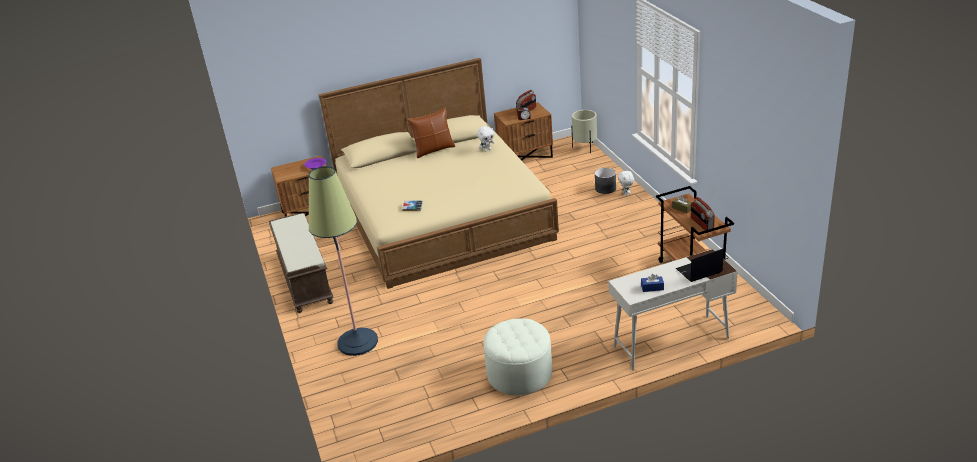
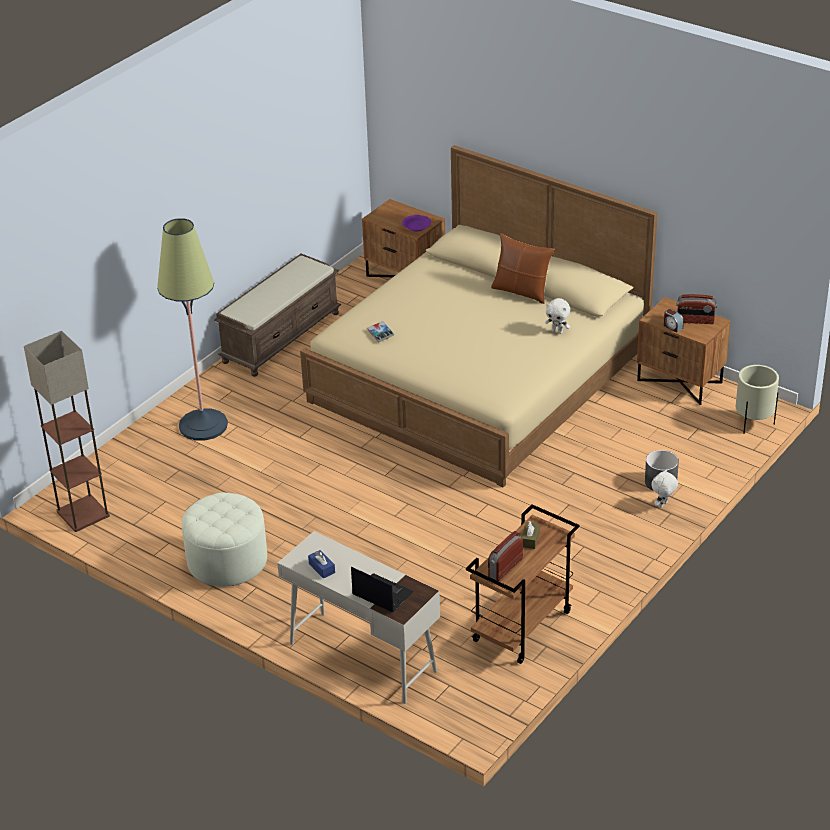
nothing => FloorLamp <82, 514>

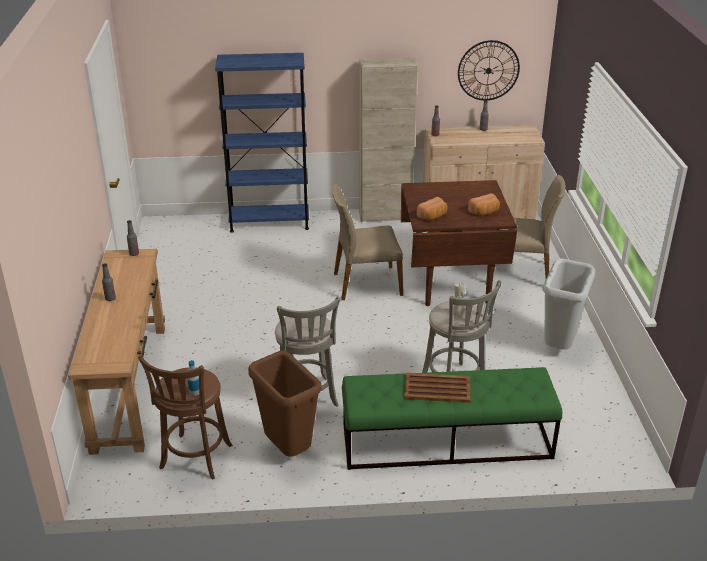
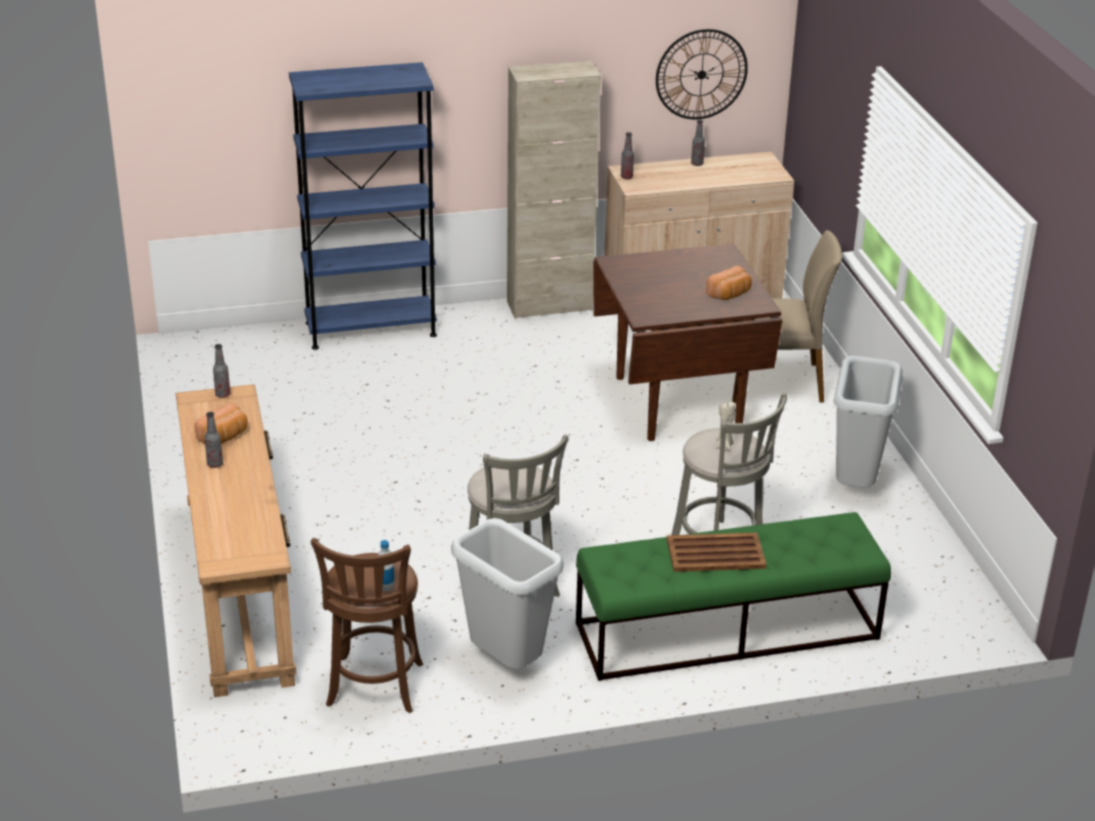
Bread <433, 216> => Bread <224, 436>, shifted
BrownTrashCan <287, 451> => GreyTrashCan <504, 664>
BeigeChair <366, 283> => nothing

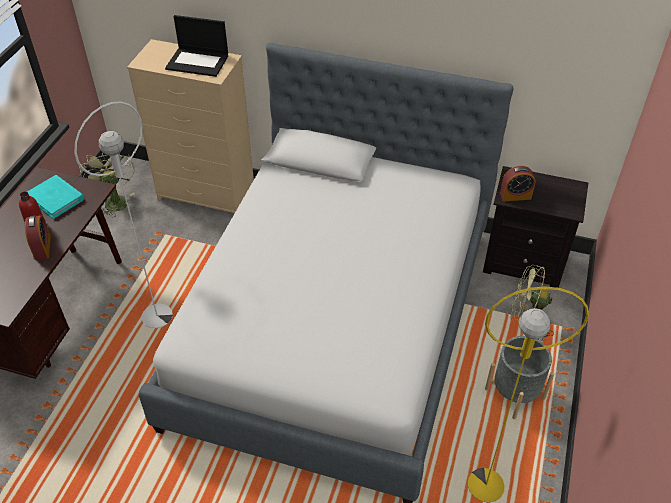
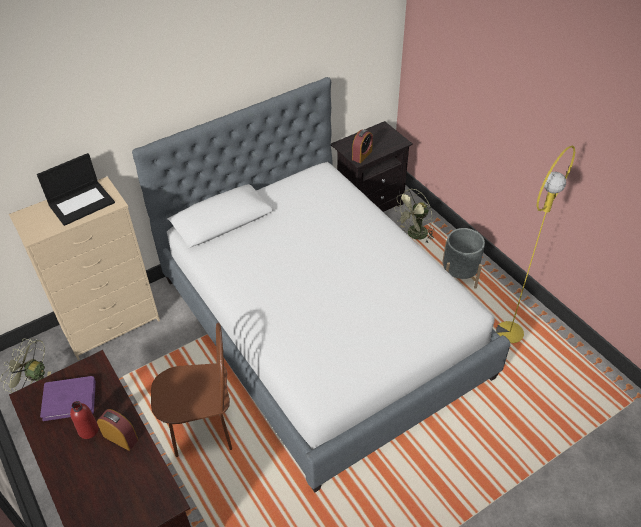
TurquoiseBook <56, 198> => PurpleBook <69, 399>
WhiteFloorLamp <157, 316> => BrownChair <203, 430>

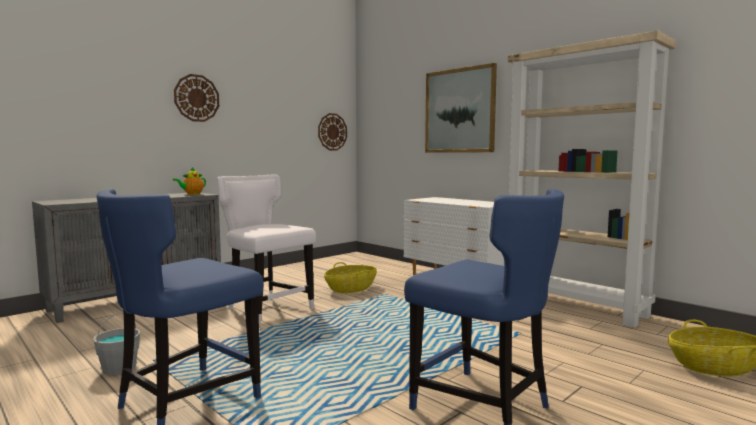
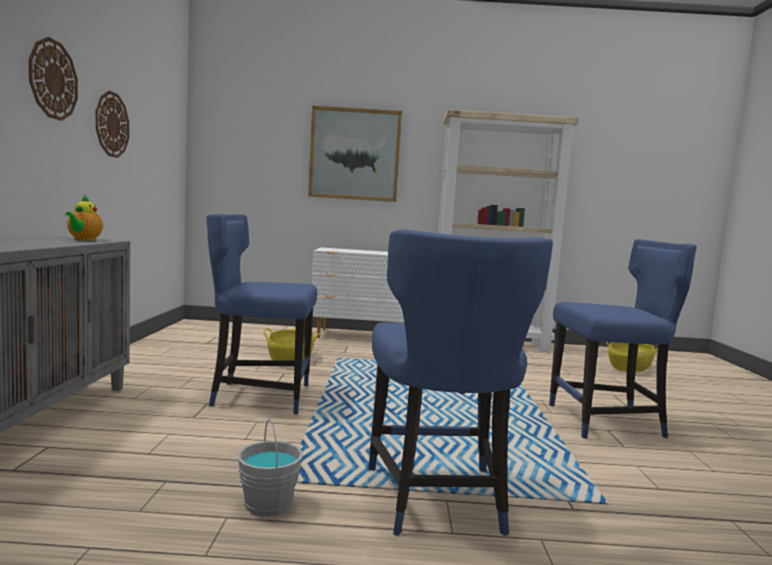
WallClock <332, 132> => WallClock <111, 124>, shifted
WhiteChair <267, 309> => BlueChair <259, 396>

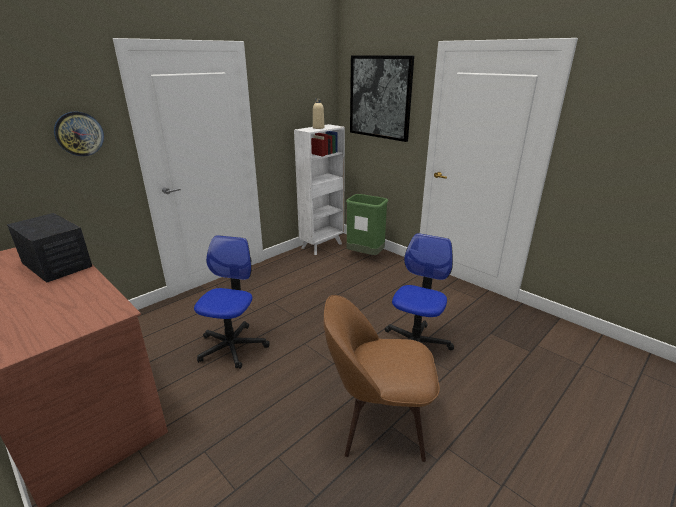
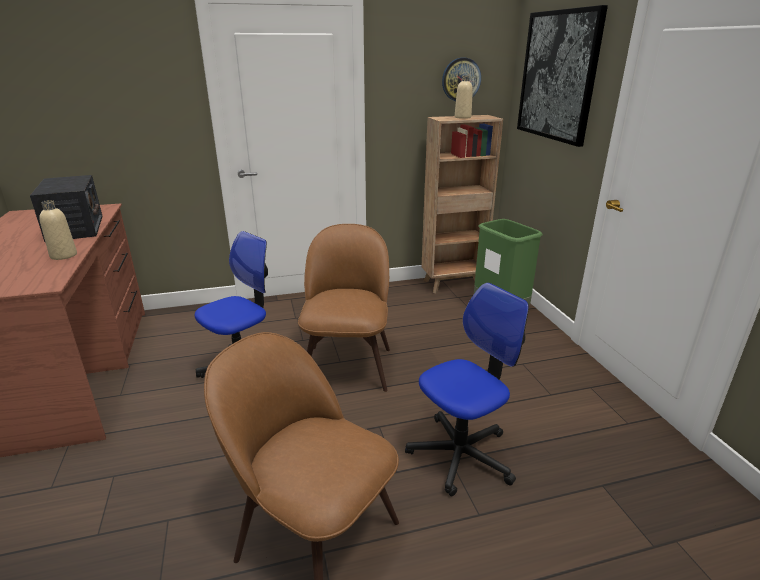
nothing => BeigeBottle <63, 255>
nothing => BrownChair <348, 364>
WhiteBookcase <322, 245> => BrownBookcase <453, 284>
WallClock <79, 134> => WallClock <461, 79>, shifted

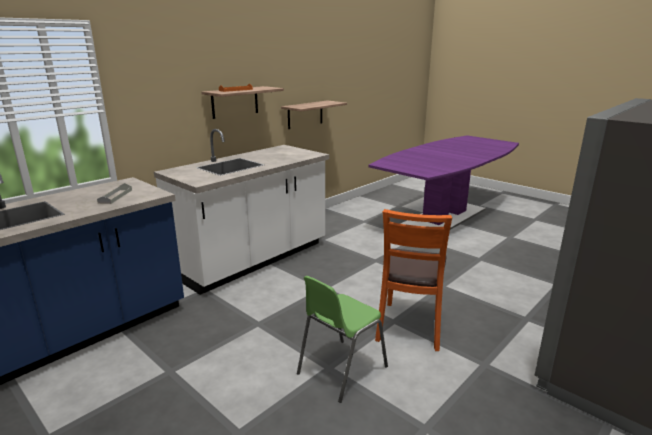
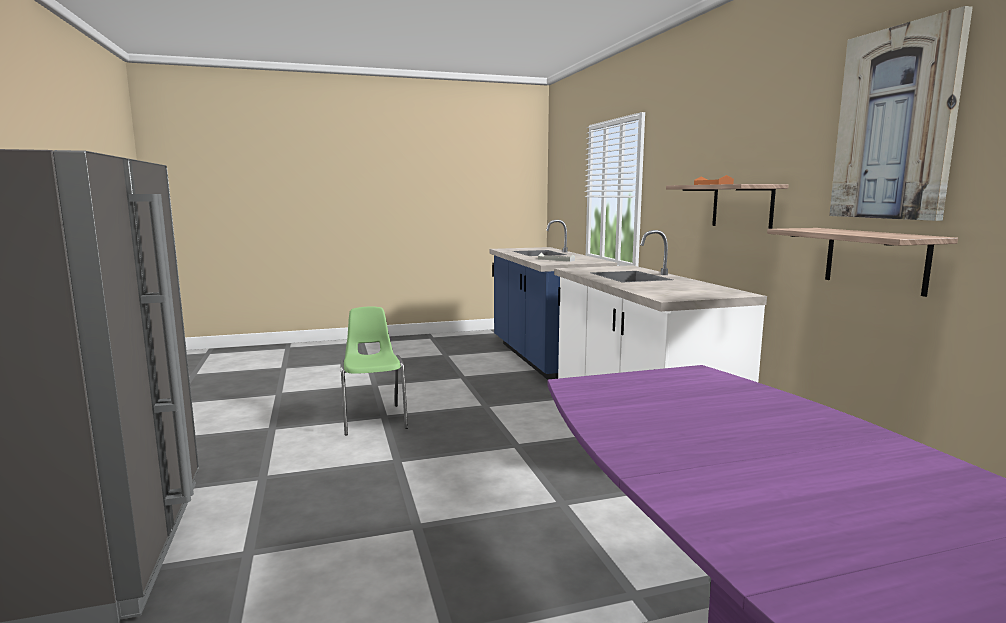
nothing => Picture <895, 124>
OrangeChair <409, 326> => nothing

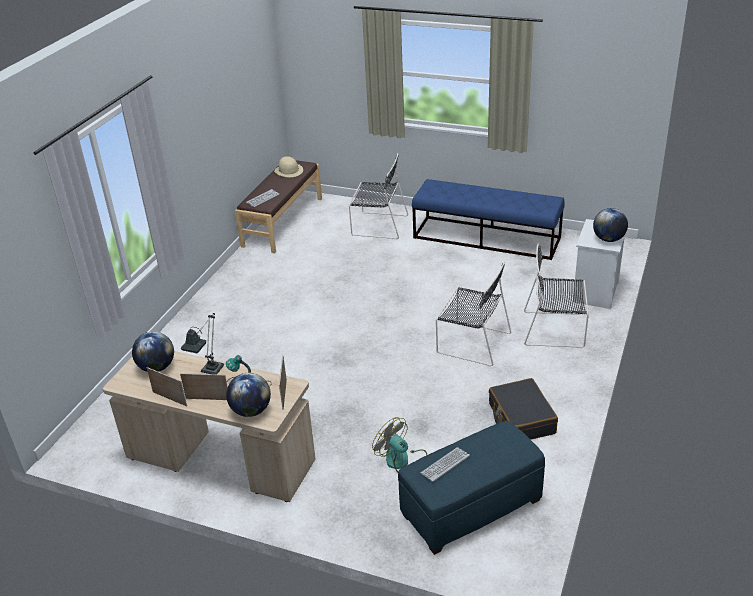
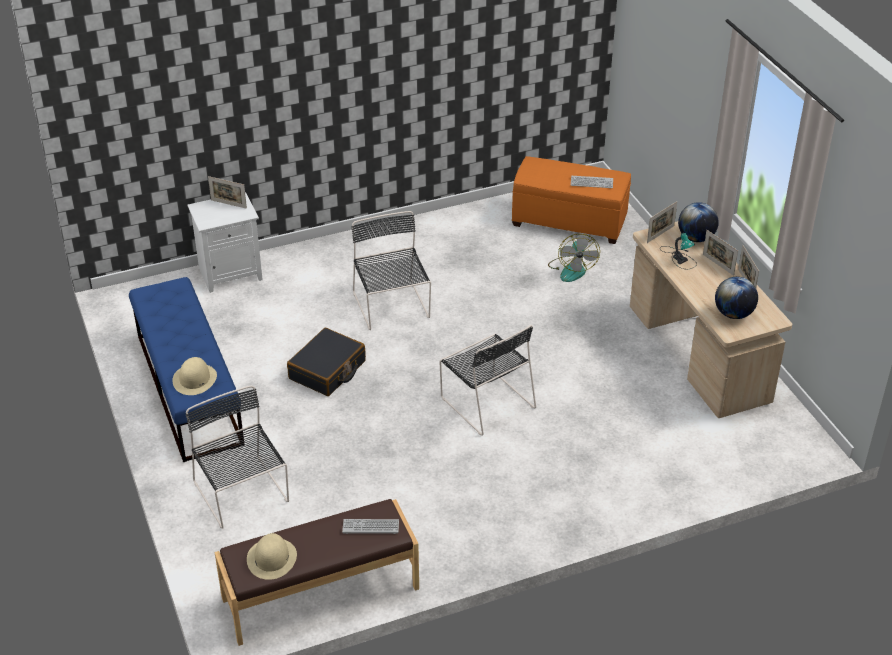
nothing => BeigeHat <195, 379>
Globe <608, 239> => PictureFrame <228, 204>
BlackSuitcase <521, 418> => BlackSuitcase <327, 370>, shifted
BlackChair <556, 329> => BlackChair <486, 401>, shifted
BlueOttoman <471, 508> => OrangeOttoman <570, 221>
TableLamp <210, 372> => nothing

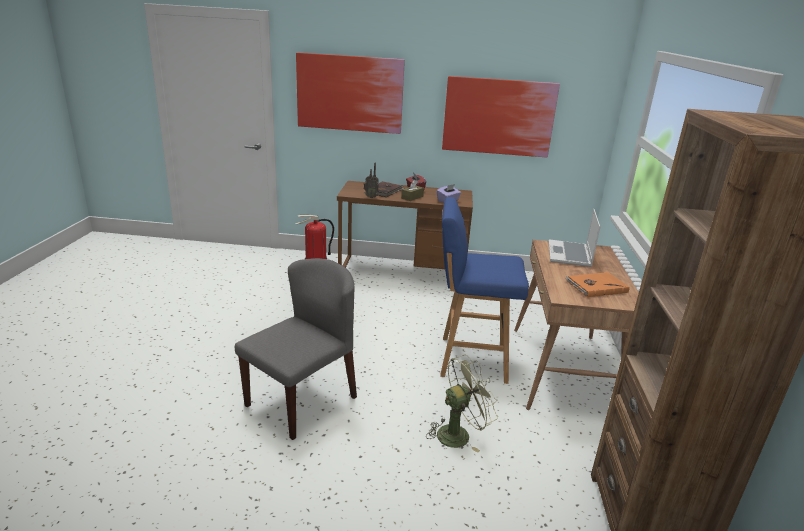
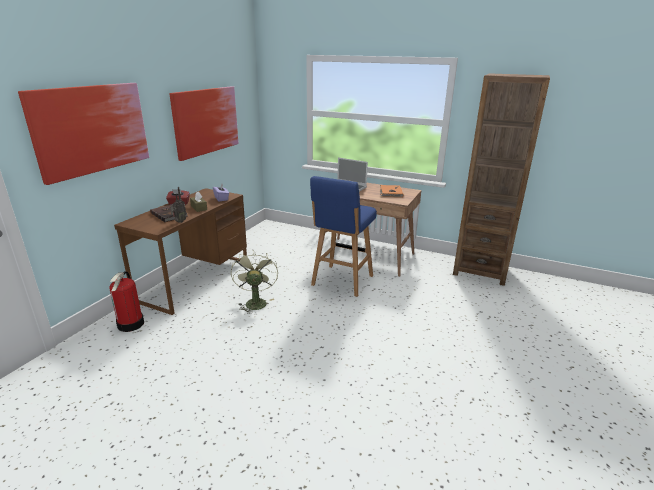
GreenFan <459, 433> => GreenFan <255, 302>, shifted
GreyChair <302, 400> => nothing

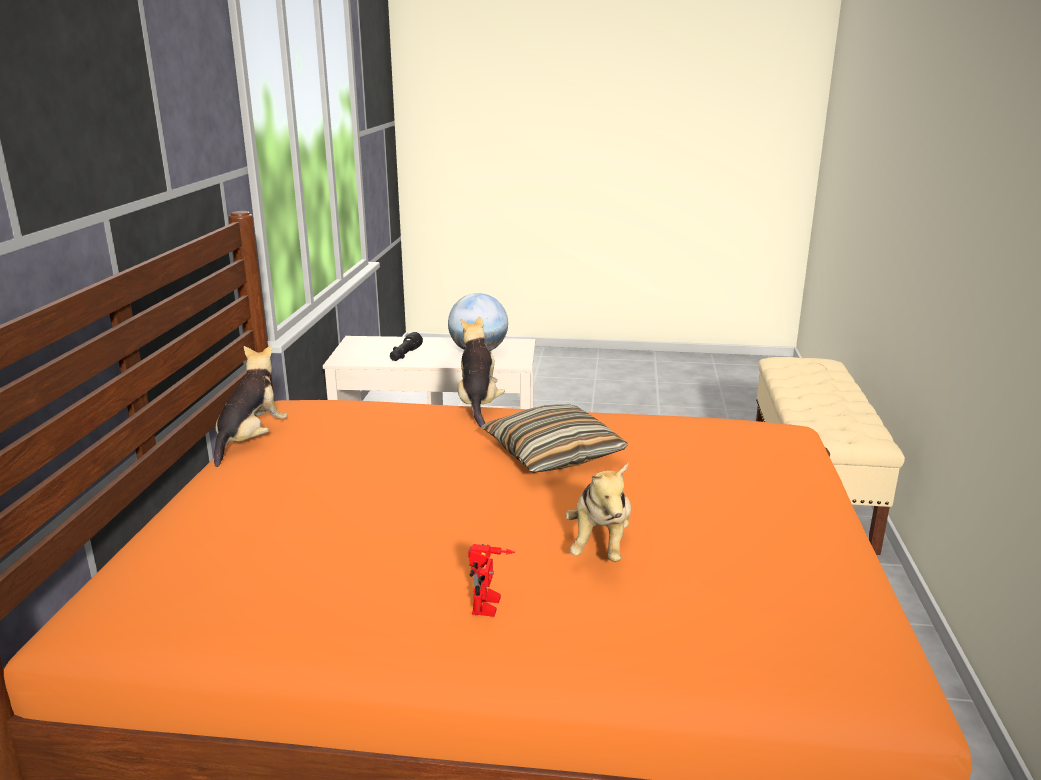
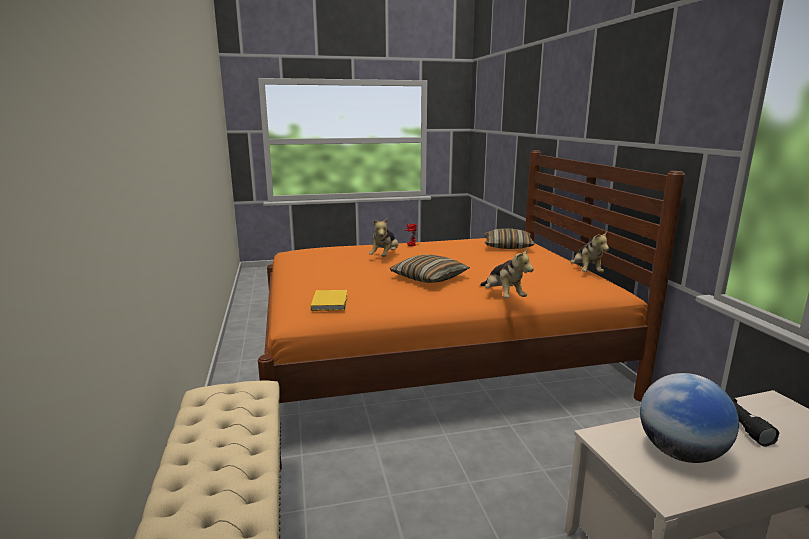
nothing => YellowBook <330, 302>
PlushToy <600, 544> => PlushToy <385, 256>, 150 degrees counterclockwise
nothing => Pillow <507, 246>

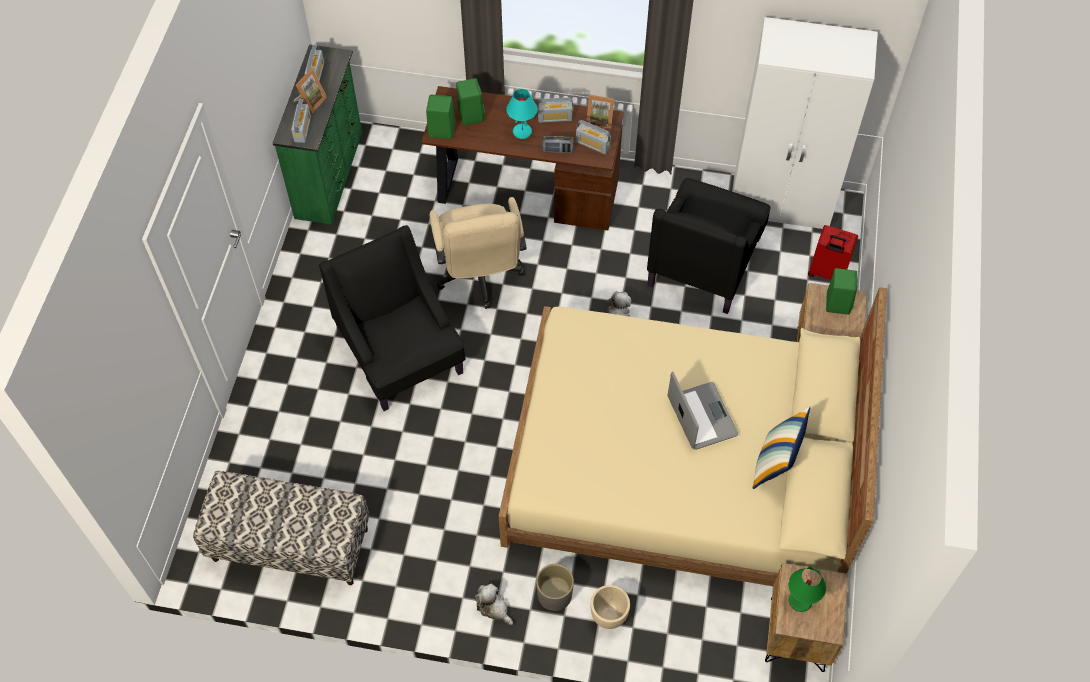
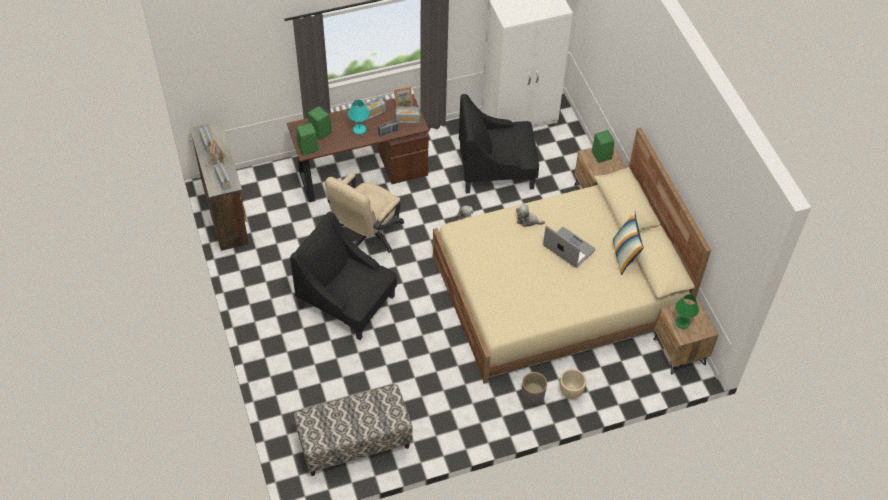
GreenDresser <331, 174> => BrownDresser <226, 213>
BeigeOfficeChair <480, 278> => BeigeOfficeChair <367, 236>, 75 degrees clockwise
BlackArmchair <705, 260> => BlackArmchair <497, 169>, 90 degrees clockwise
PlushToy <494, 608> => PlushToy <527, 220>, shifted
RedSuitcase <826, 273> => nothing

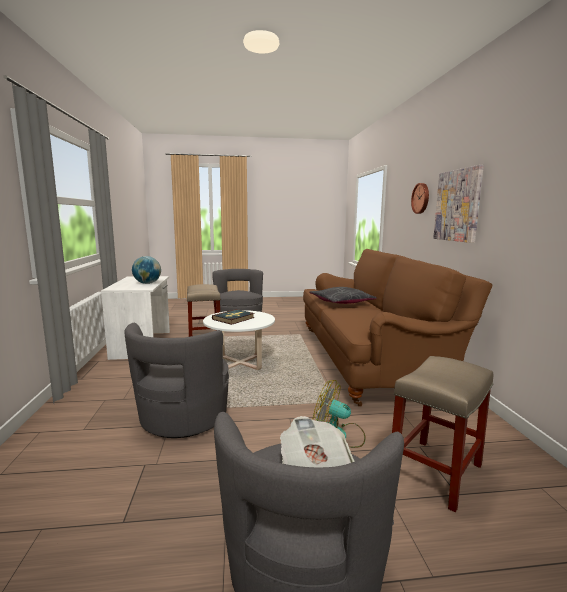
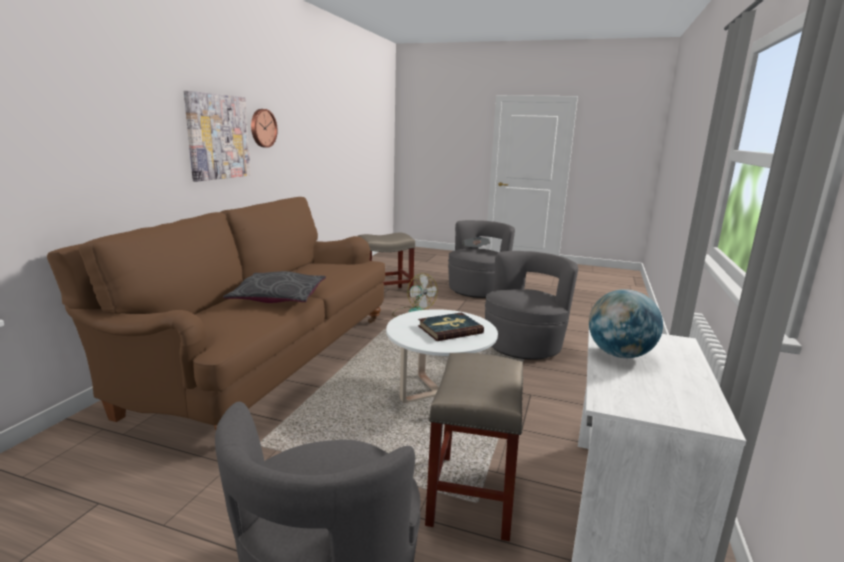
WallClock <421, 198> => WallClock <262, 128>, shifted

